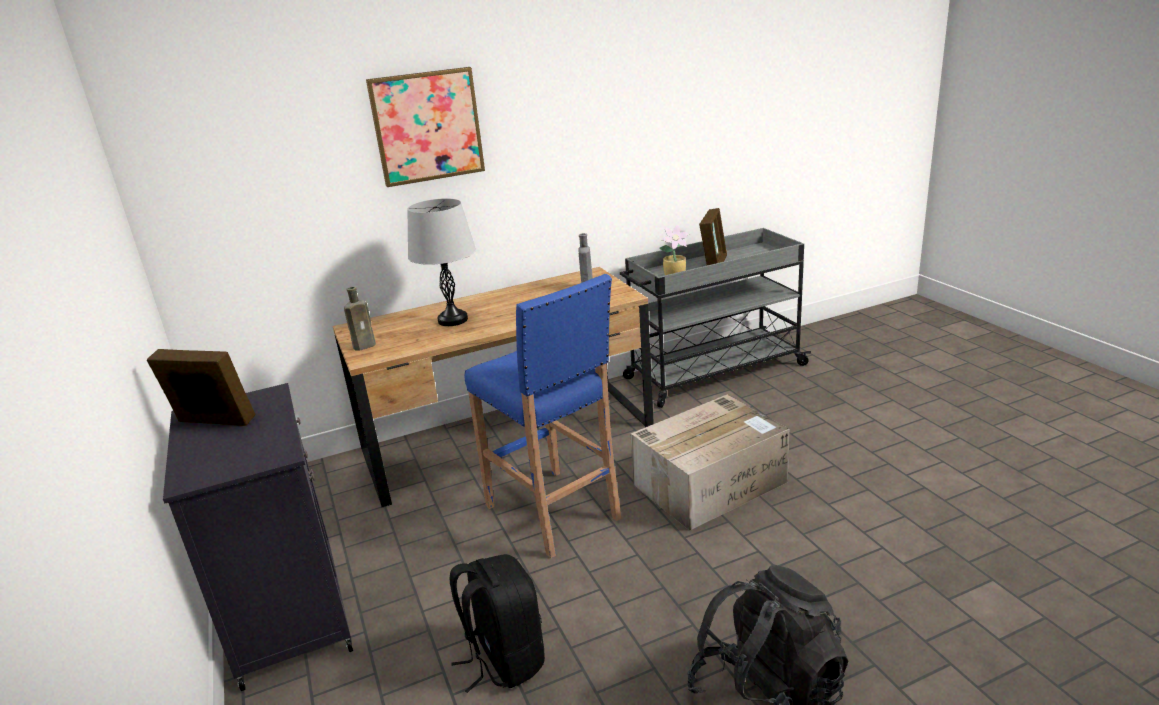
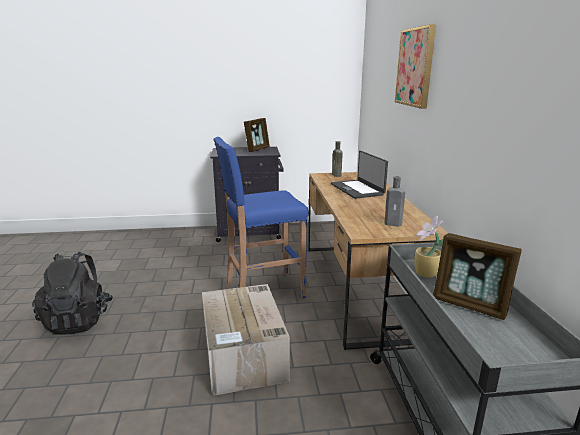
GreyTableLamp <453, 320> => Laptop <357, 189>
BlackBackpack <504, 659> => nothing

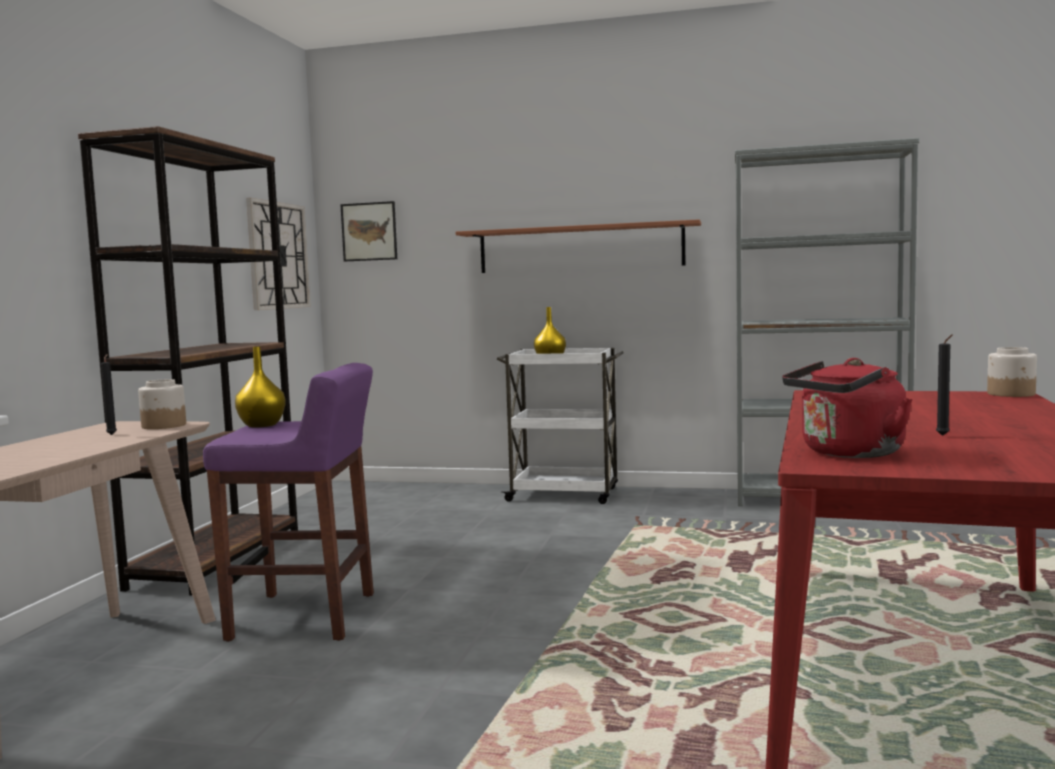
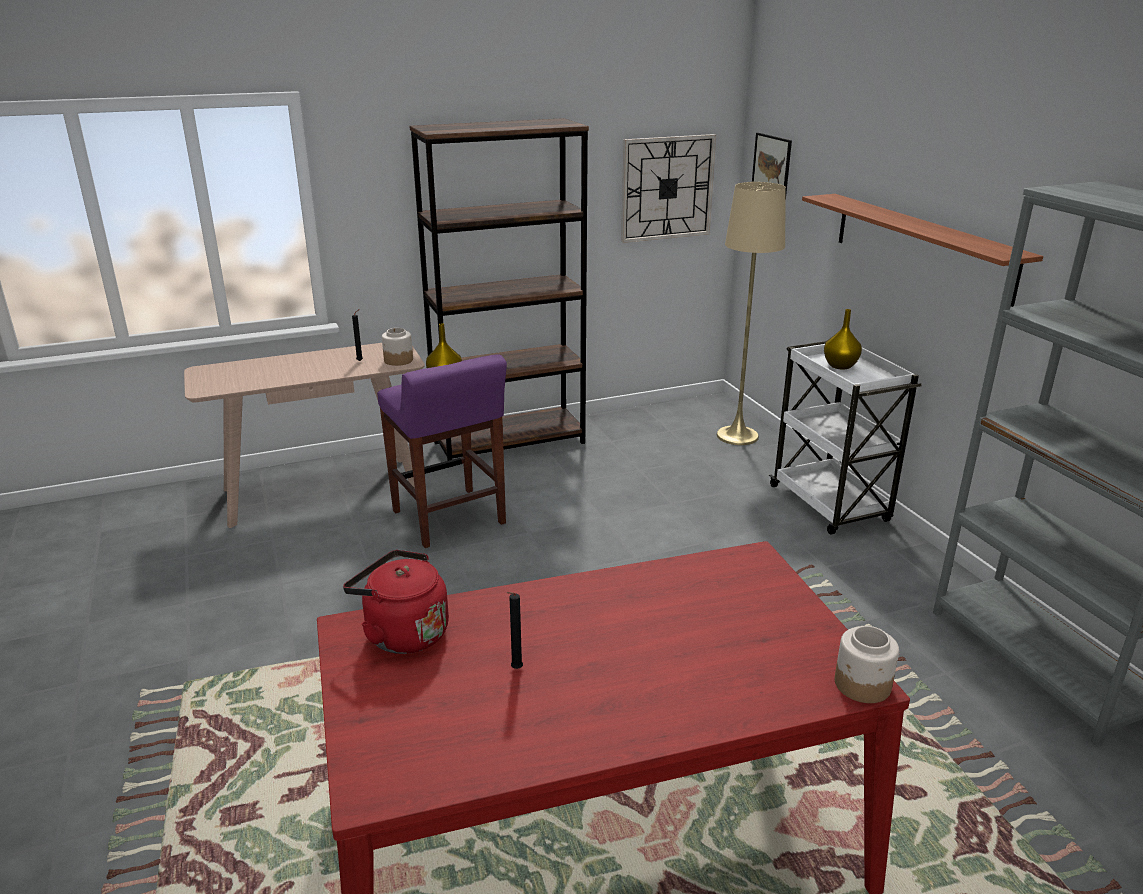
nothing => BeigeFloorLamp <737, 436>

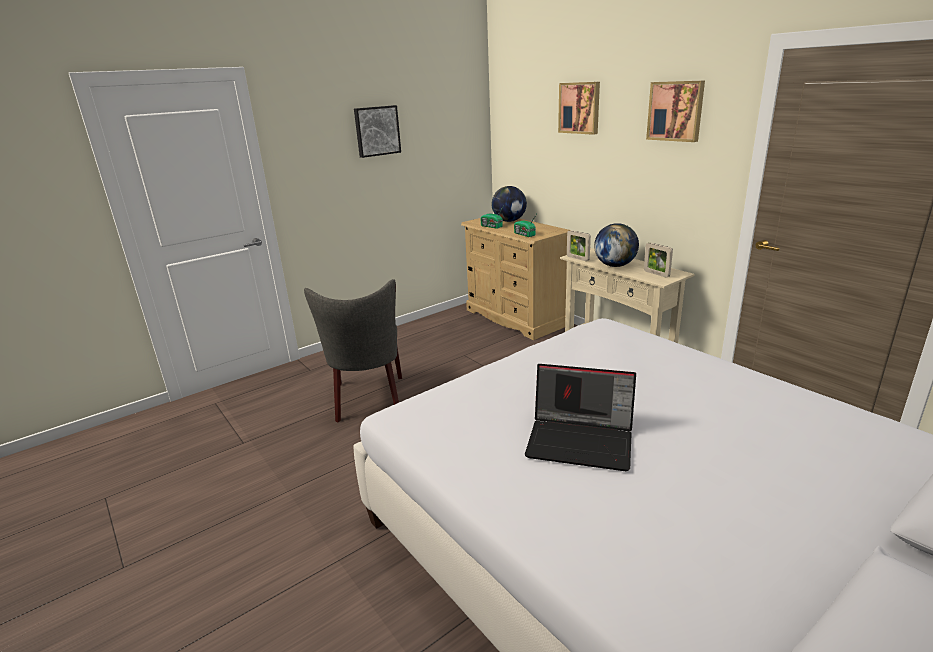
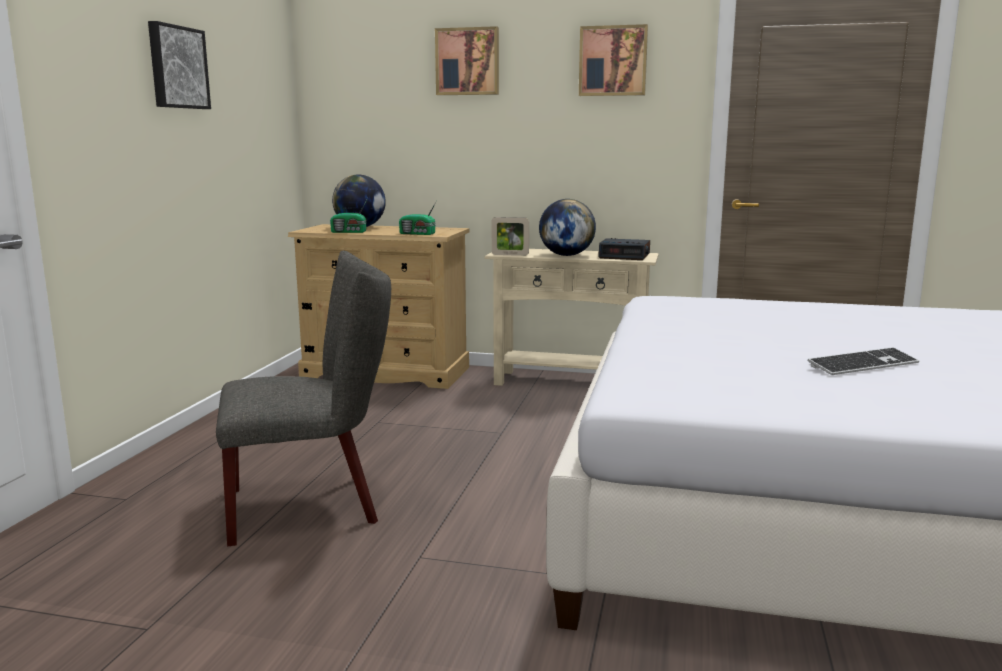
GreyChair <369, 401> => GreyChair <313, 505>, 60 degrees counterclockwise
PictureFrame <656, 274> => AlarmClock <625, 256>
Laptop <581, 441> => Keyboard <863, 364>

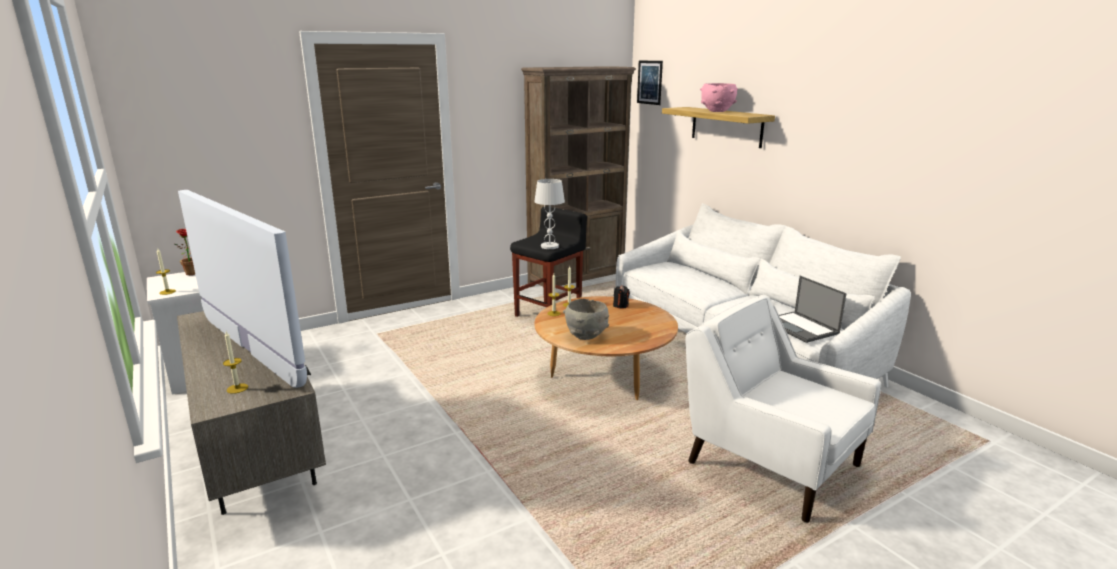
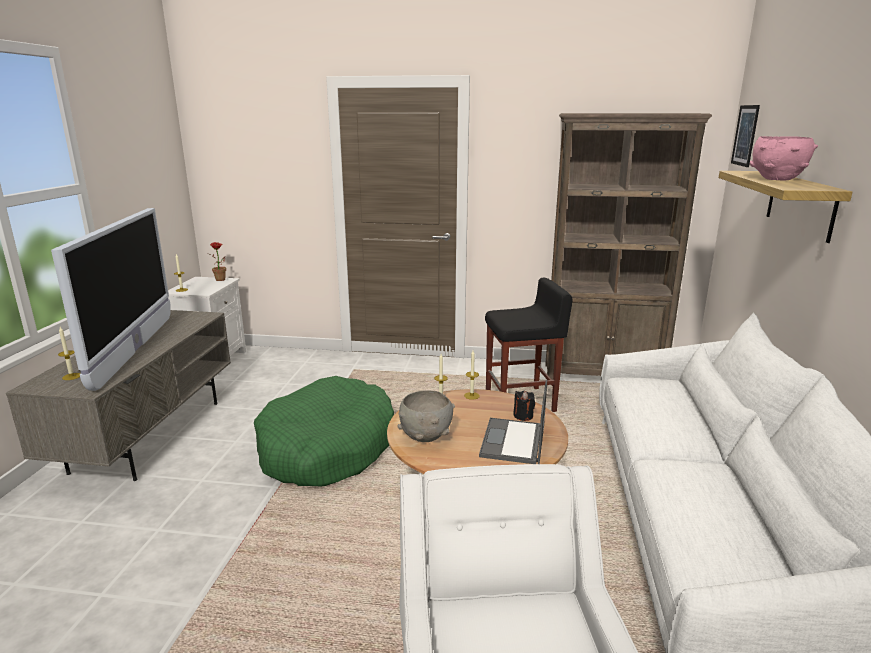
nothing => GreenDogBed <327, 448>
Laptop <801, 327> => Laptop <513, 442>, shifted
WhiteTableLamp <549, 246> => nothing

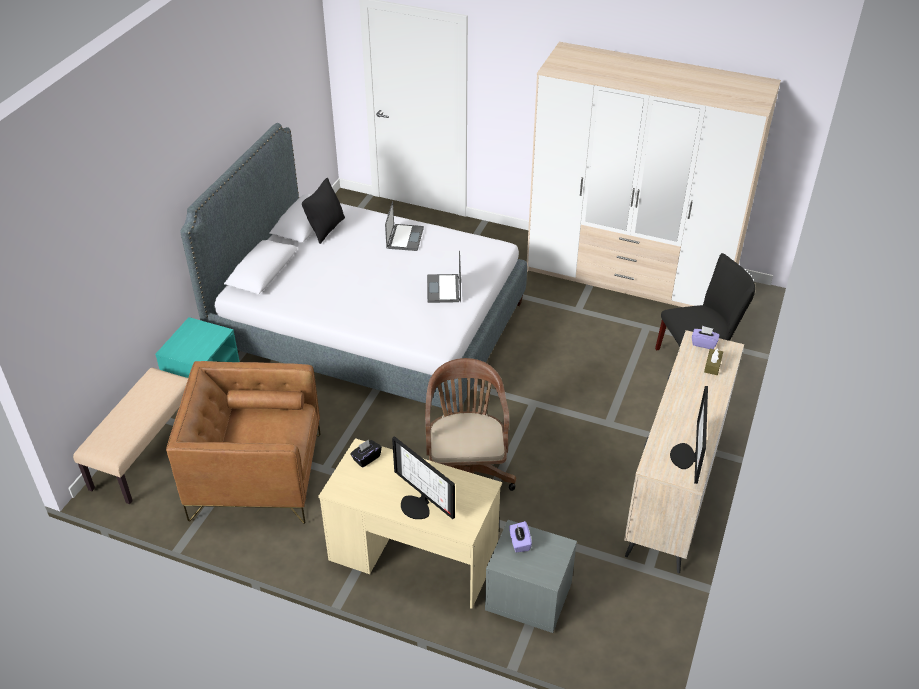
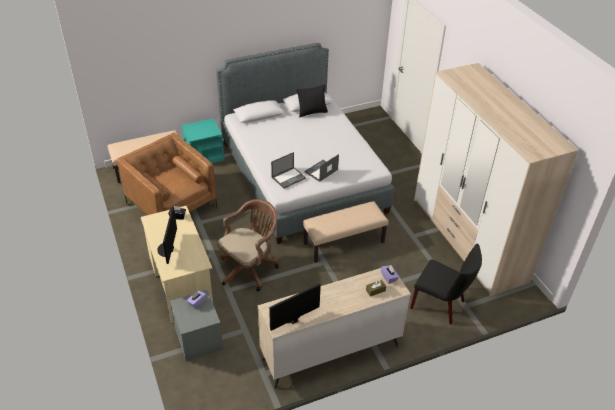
Laptop <405, 237> => Laptop <288, 177>, shifted
nothing => BeigeBench <344, 242>

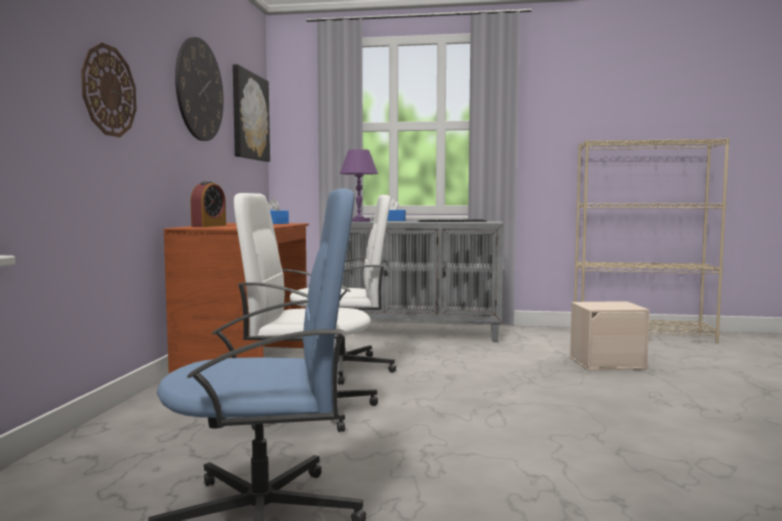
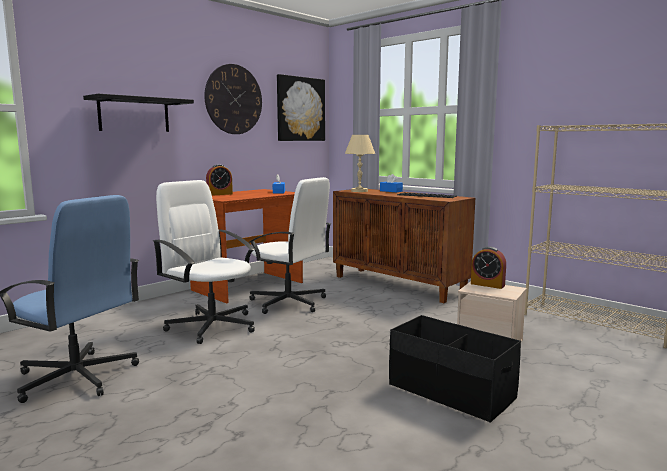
WallClock <108, 91> => BlackShelf <134, 115>
GreyCabinet <417, 333> => BrownCabinet <399, 284>
PurpleTableLamp <359, 221> => BeigeTableLamp <359, 191>
nothing => BlackStorageBox <451, 392>
nothing => AlarmClock <487, 284>

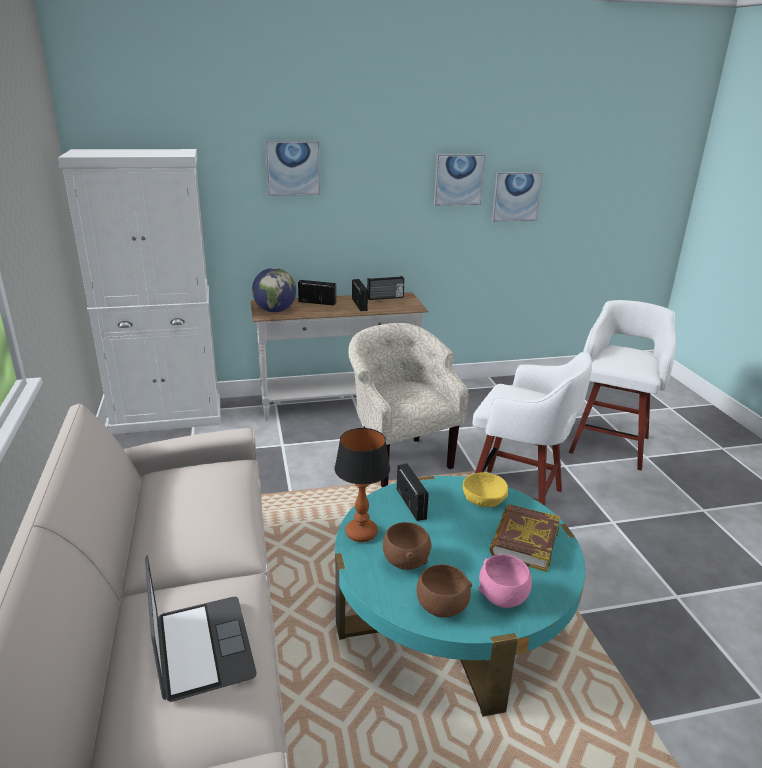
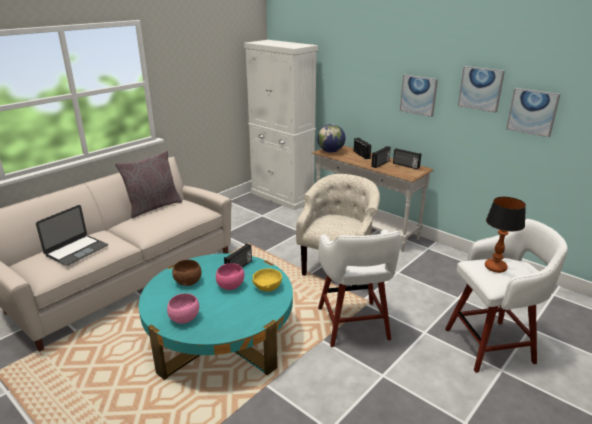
nothing => GreyPillow <153, 207>
nothing => PinkBowl <230, 286>
Picture <293, 168> => Picture <418, 95>, shifted
TableLamp <361, 533> => TableLamp <495, 267>, shifted
BrownBowl <440, 607> => nothing
Book <524, 541> => nothing

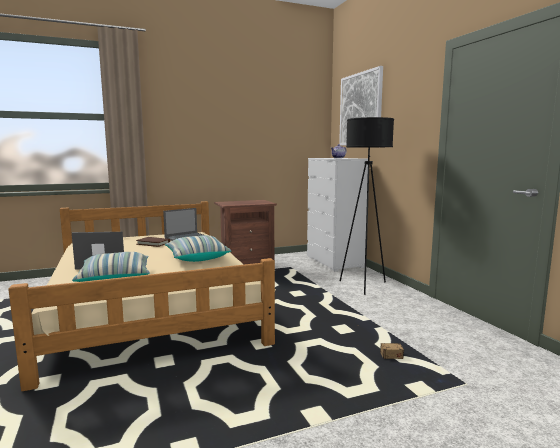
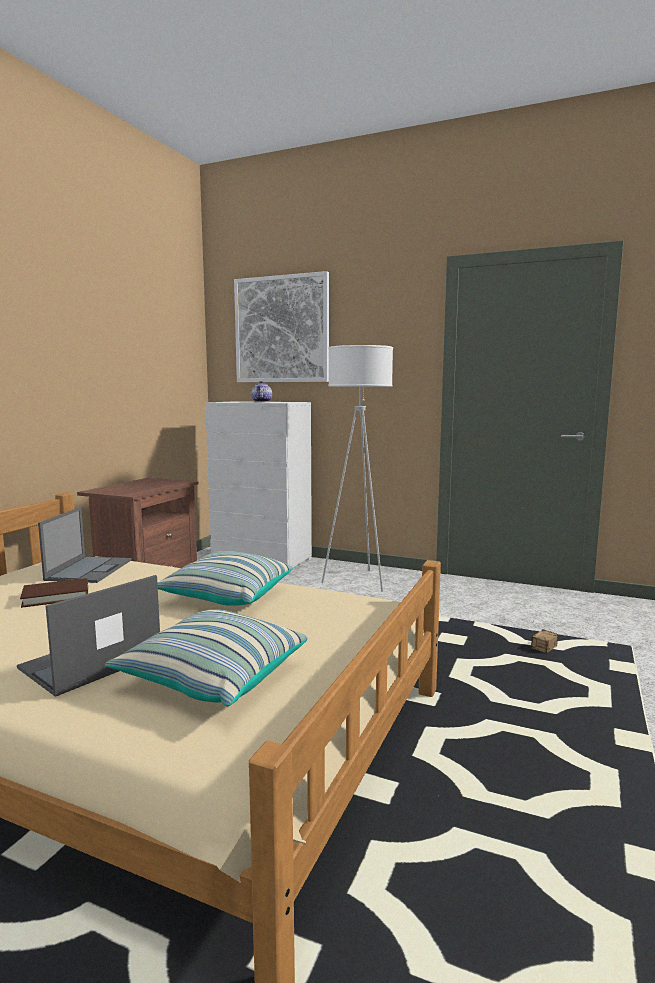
BlackFloorLamp <363, 285> => WhiteFloorLamp <358, 581>

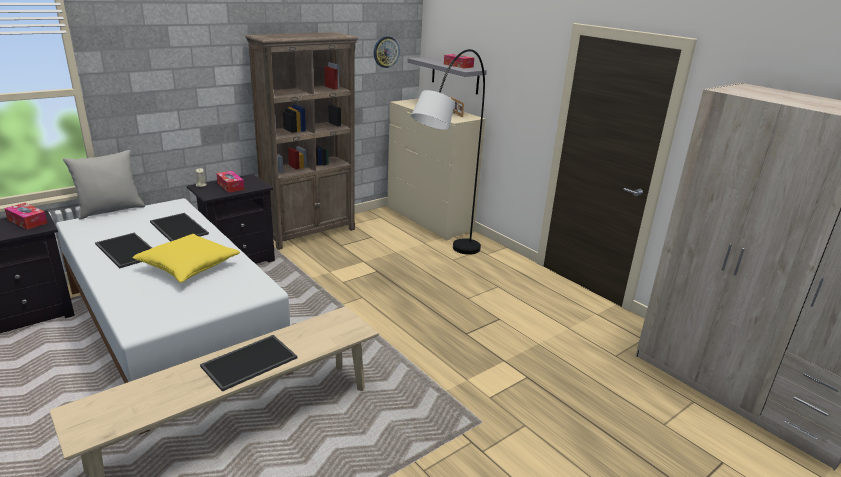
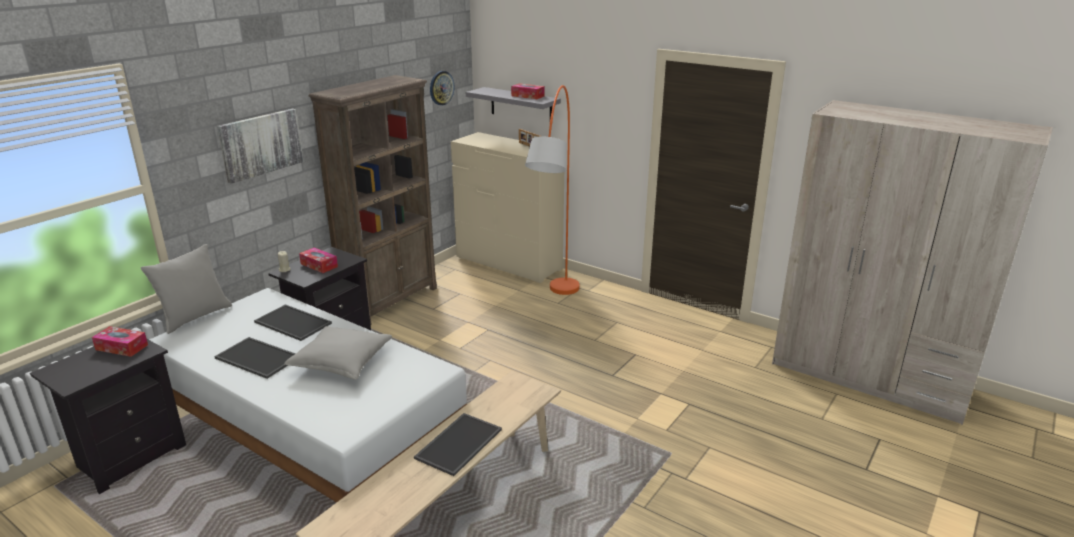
nothing => Picture <261, 144>
YellowPillow <189, 267> => GreyPillow <341, 362>
GreyFloorLamp <444, 269> => OrangeFloorLamp <555, 314>

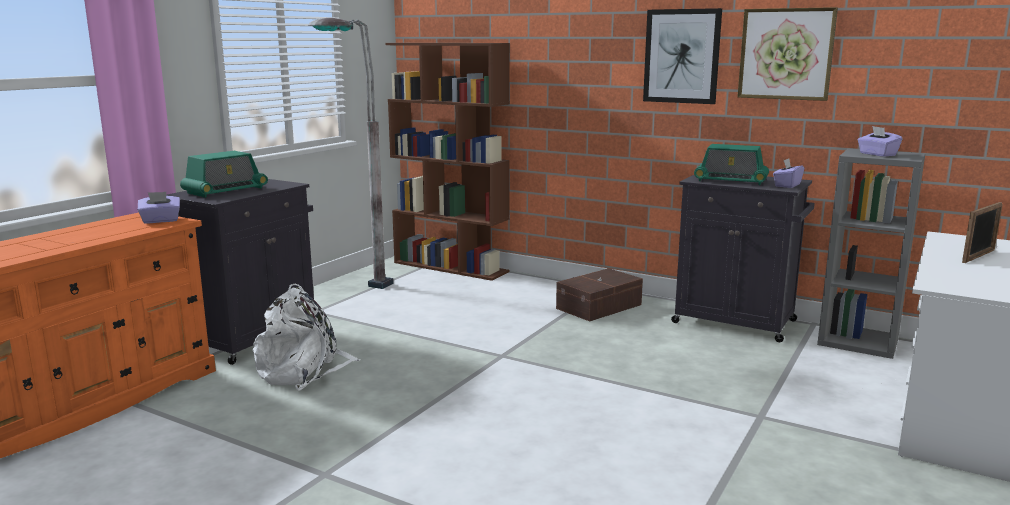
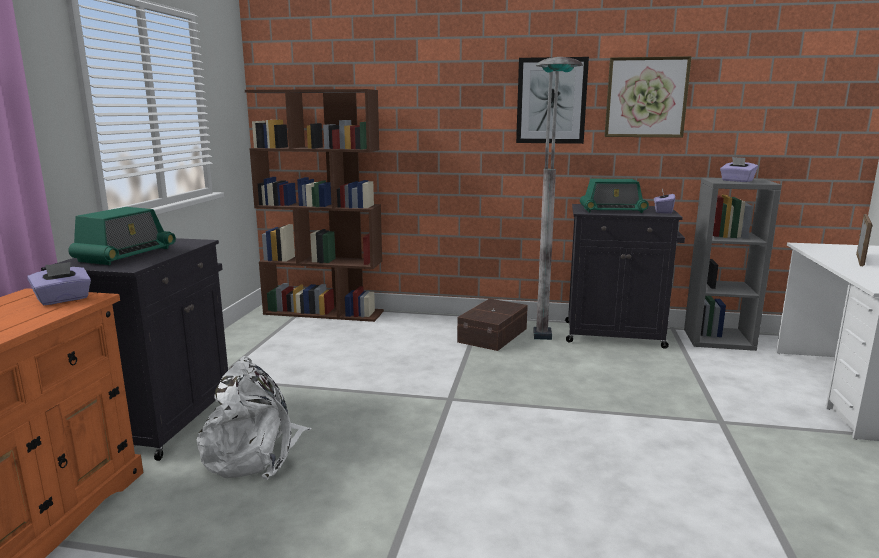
GreyFloorLamp <356, 296> => GreyFloorLamp <543, 350>, shifted

